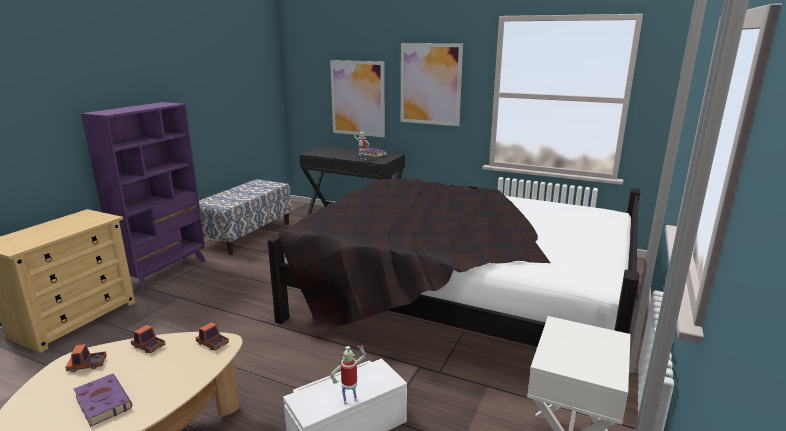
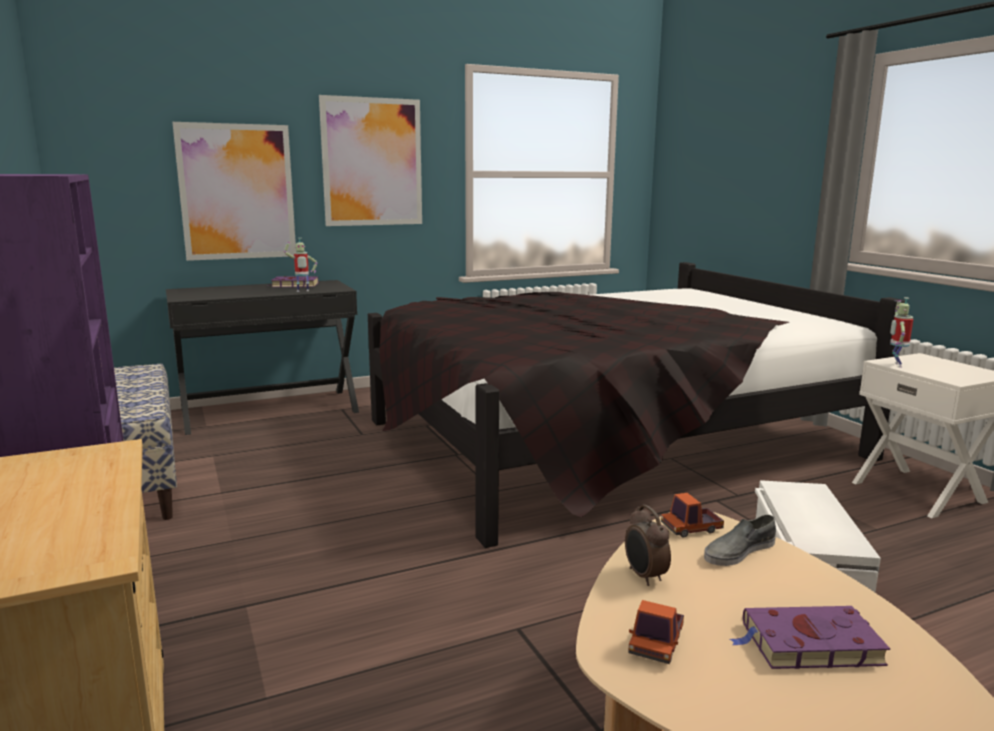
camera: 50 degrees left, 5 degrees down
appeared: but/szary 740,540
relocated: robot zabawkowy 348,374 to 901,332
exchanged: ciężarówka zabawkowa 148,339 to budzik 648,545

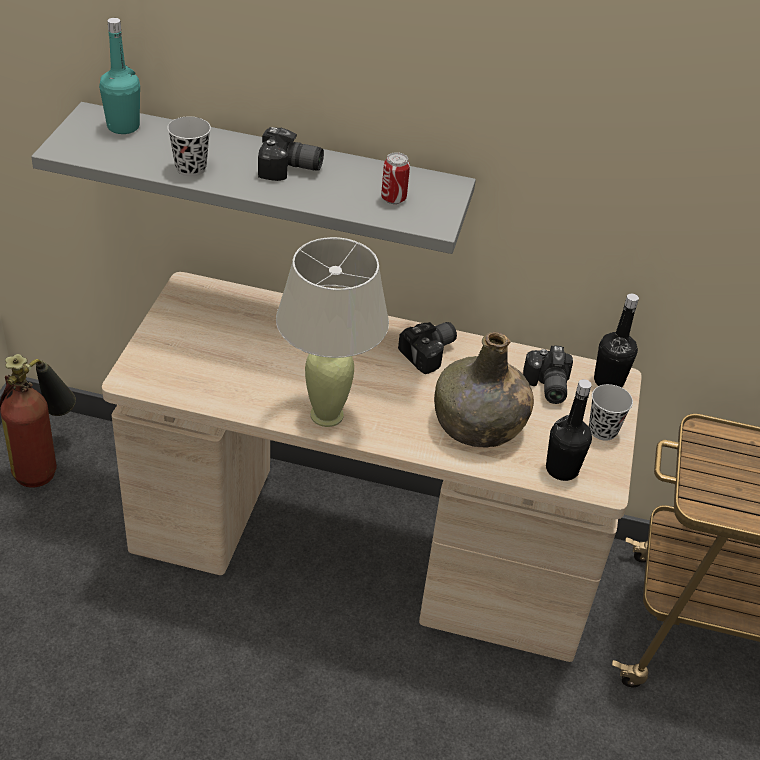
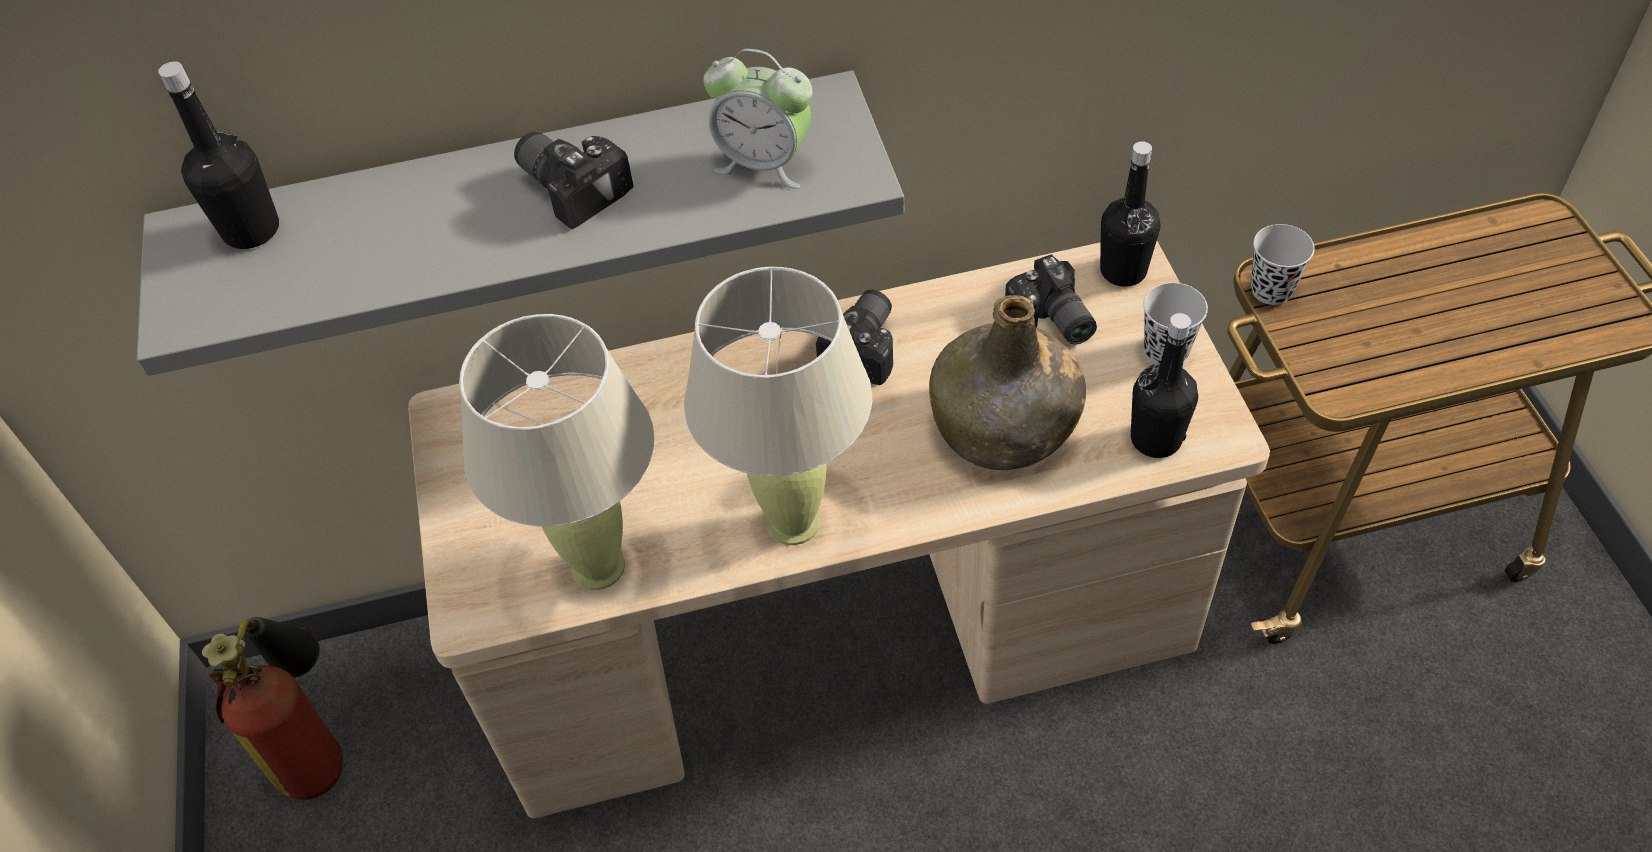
camera: 20 degrees left, 10 degrees up
appeared: lampa stołowa/beżowy 556,452
relocated: filiżanka/czarny 189,146 to 1283,264
exchanged: puszka 395,178 to budzik 757,119
colour: butelka/turkusowy 119,76 to butelka/czarny 218,155
spun: aparat fotograficzny 291,154 = 574,180 120 degrees counterclockwise

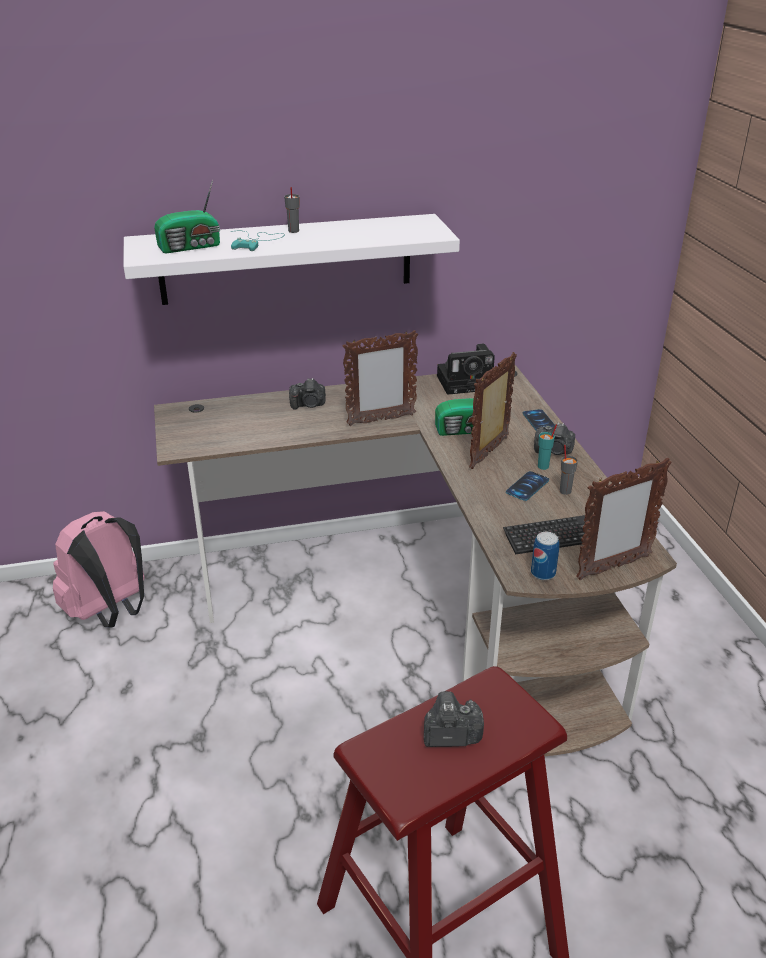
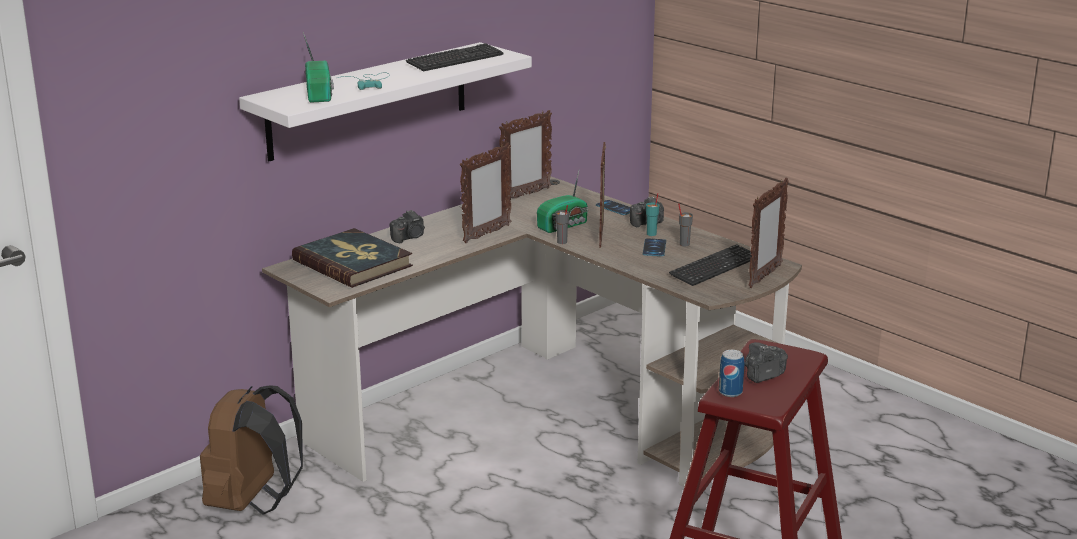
camera: 30 degrees left, 10 degrees down
appeared: książka 352,258; klawiatura 454,57
relocated: filiżanka/szary 292,210 to 562,224; puszka 545,556 to 731,373
exchanged: aparat fotograficzny 466,369 to ramka na zdjęcie 525,154
colour: plecak/różowy 99,569 to plecak/brązowy 251,449
spun: radio 187,217 = 318,67 45 degrees counterclockwise

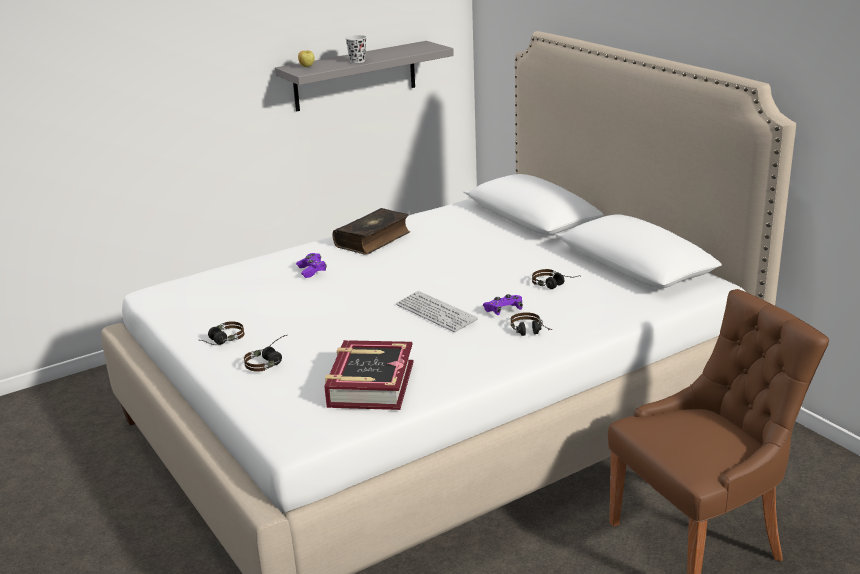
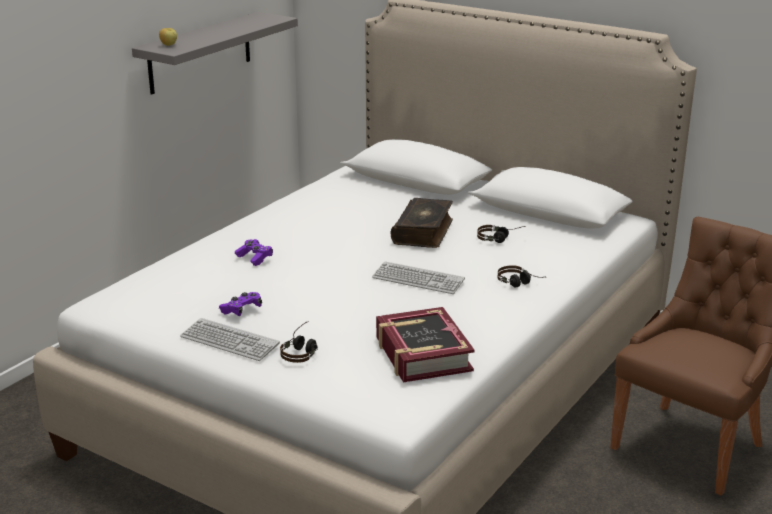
camera: 25 degrees left, 0 degrees up
missing: filiżanka/czarny 356,49
relocated: pad do gier/fioletowy 503,304 to 240,304; książka 371,231 to 422,223
exchanged: słuchawki 222,333 to klawiatura 230,339

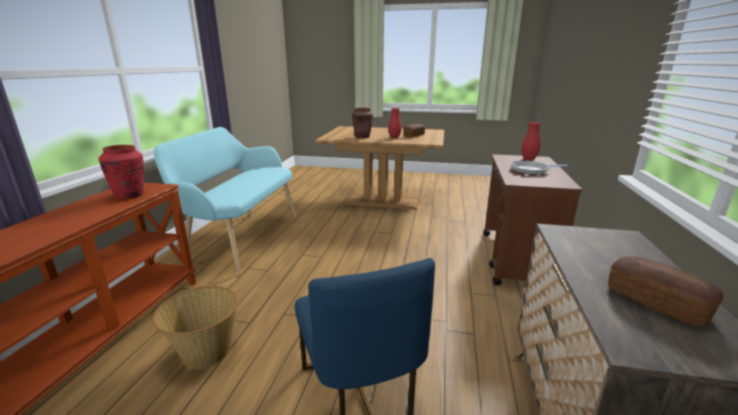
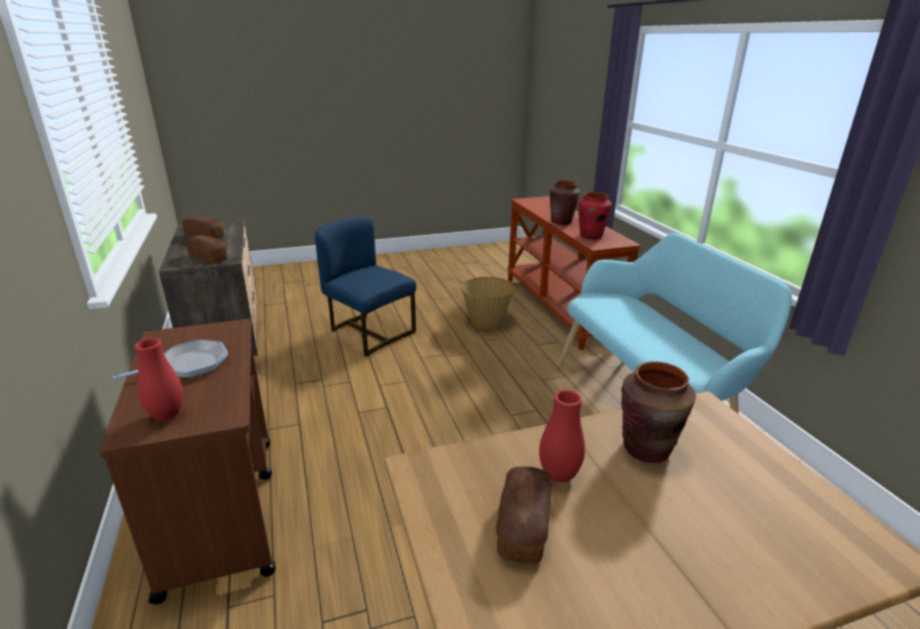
camera: 150 degrees right, 5 degrees up
appeared: chleb 207,249; wazon/brązowy 565,202

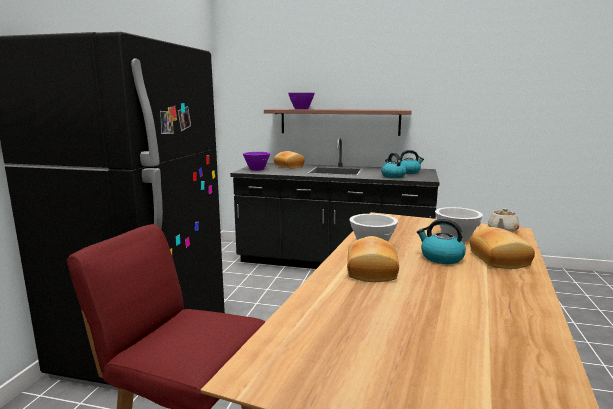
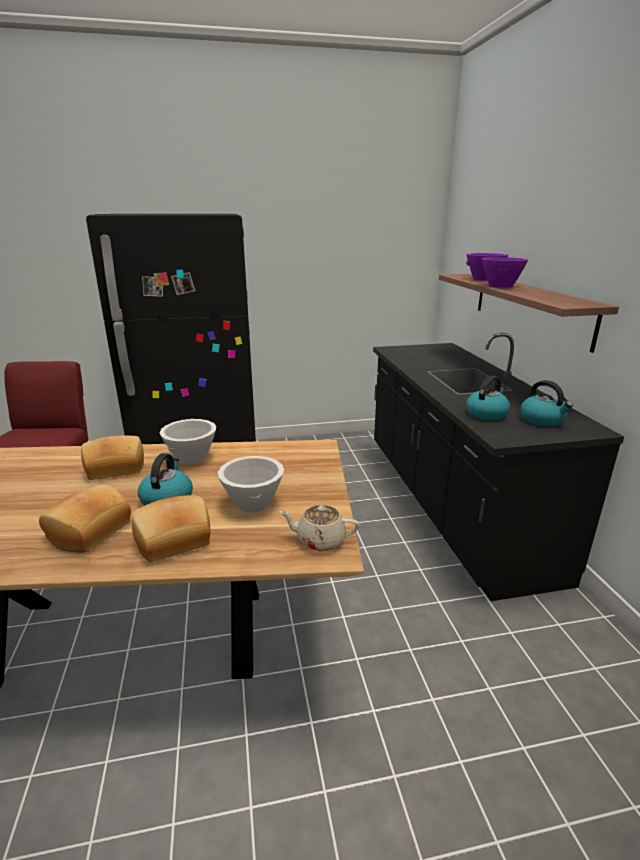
camera: 65 degrees right, 10 degrees up
relocated: chleb 289,159 to 85,518; miska/fioletowy 256,161 to 505,272

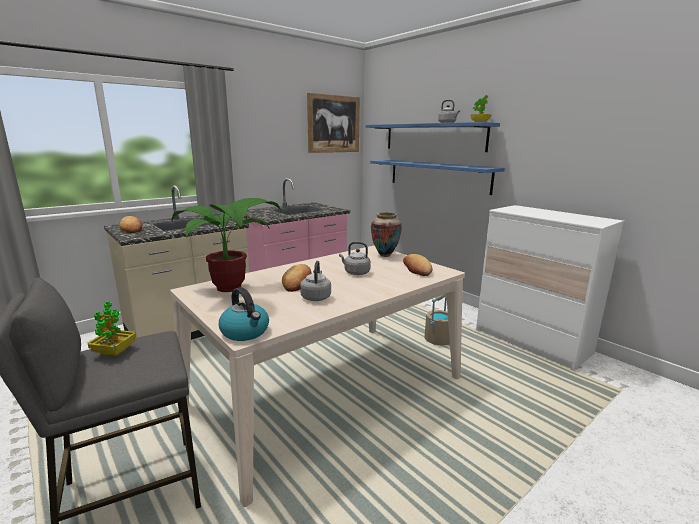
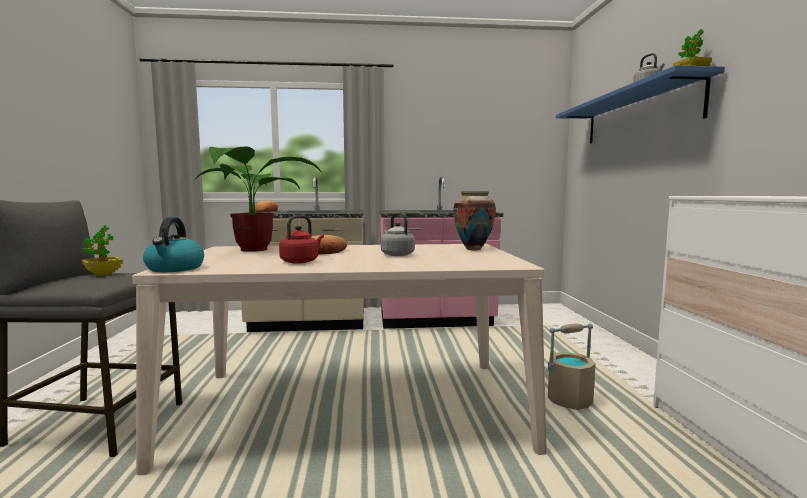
camera: 35 degrees right, 10 degrees down
missing: obraz 333,123; półka/niebieski 437,177; chleb 418,265
colour: czajnik/szary 315,281 to czajnik/czerwony 301,239

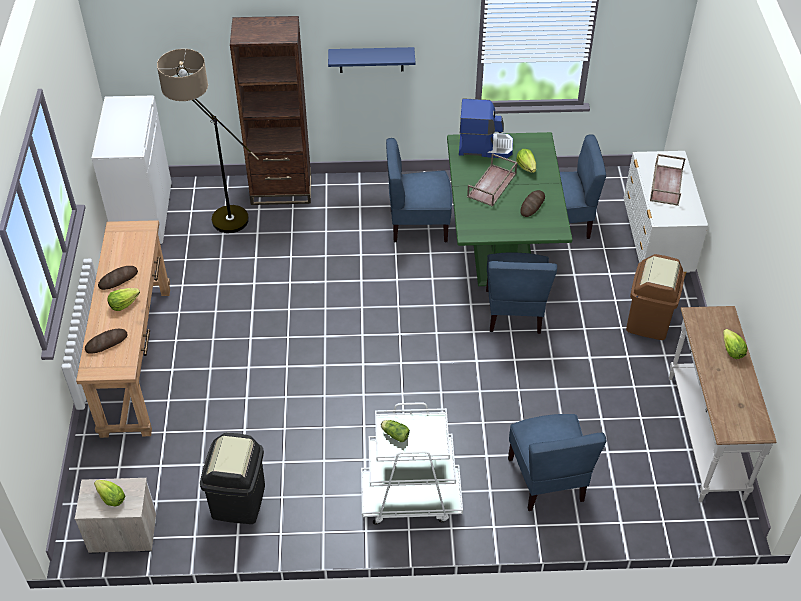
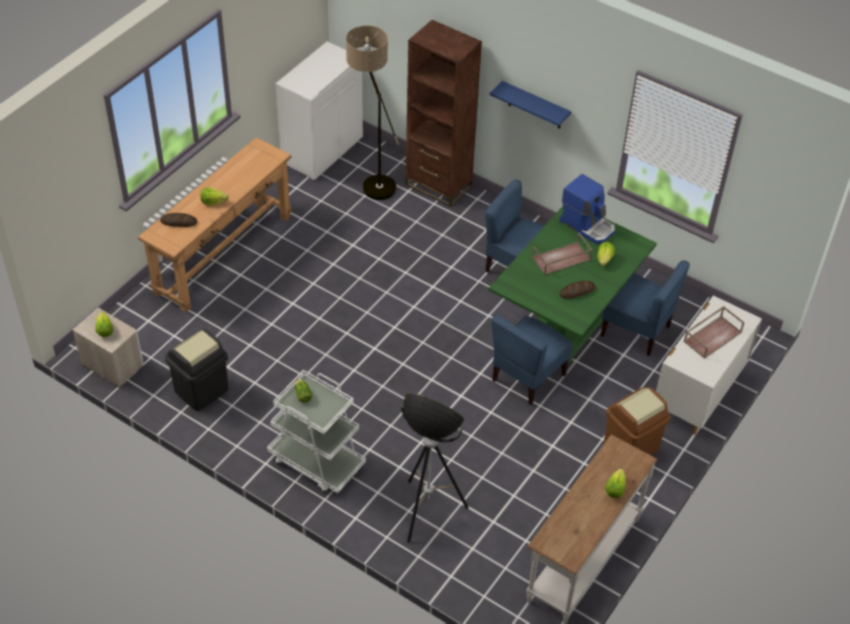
camera: 35 degrees right, 0 degrees up
missing: chleb 118,278
exchanged: krzesło/niebieski 557,462 to lampa stojąca 434,467

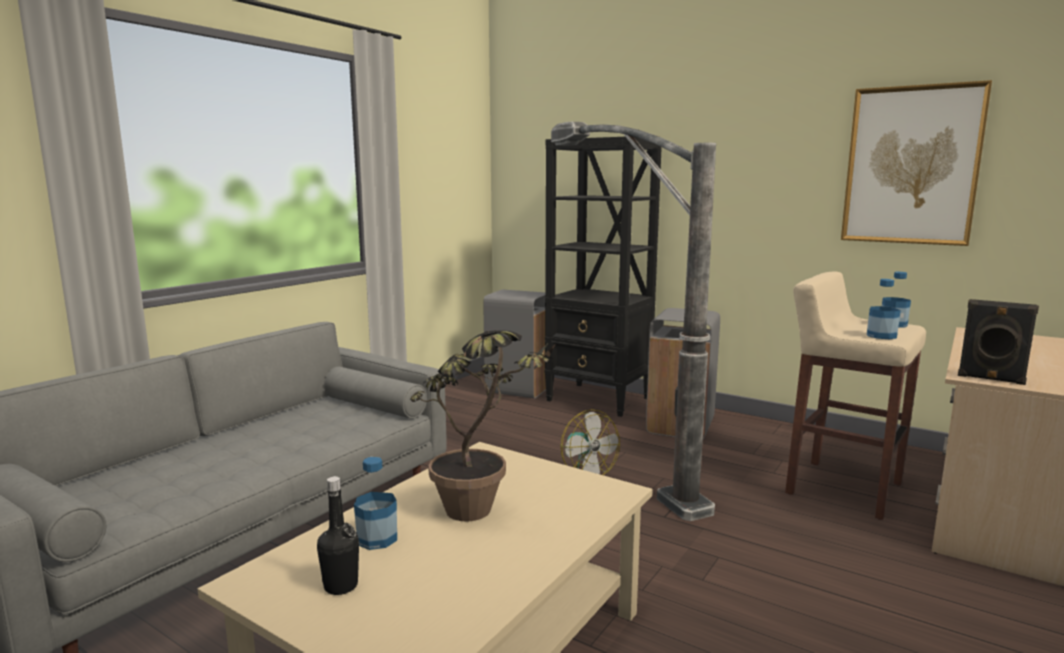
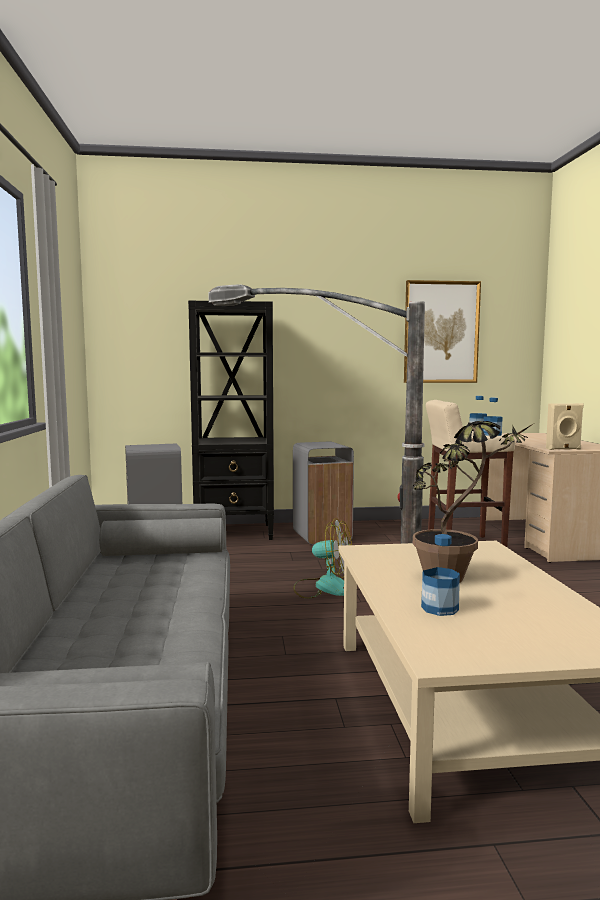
camera: 40 degrees left, 5 degrees down
missing: butelka/czarny 338,535
colour: głośnik/czarny 998,342 to głośnik/beżowy 565,426

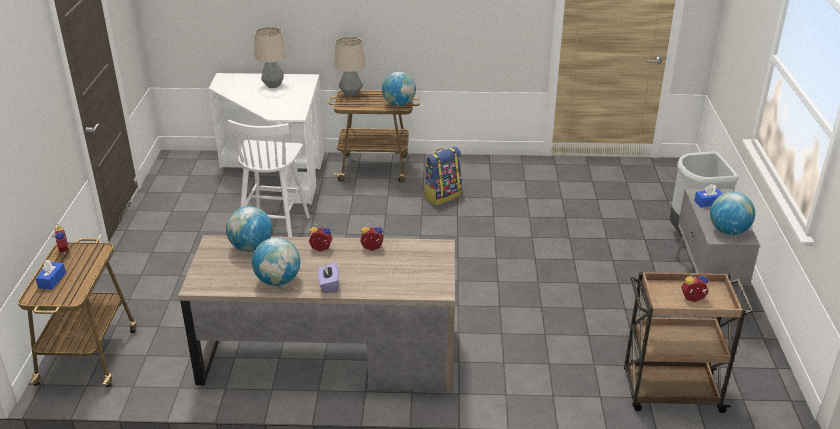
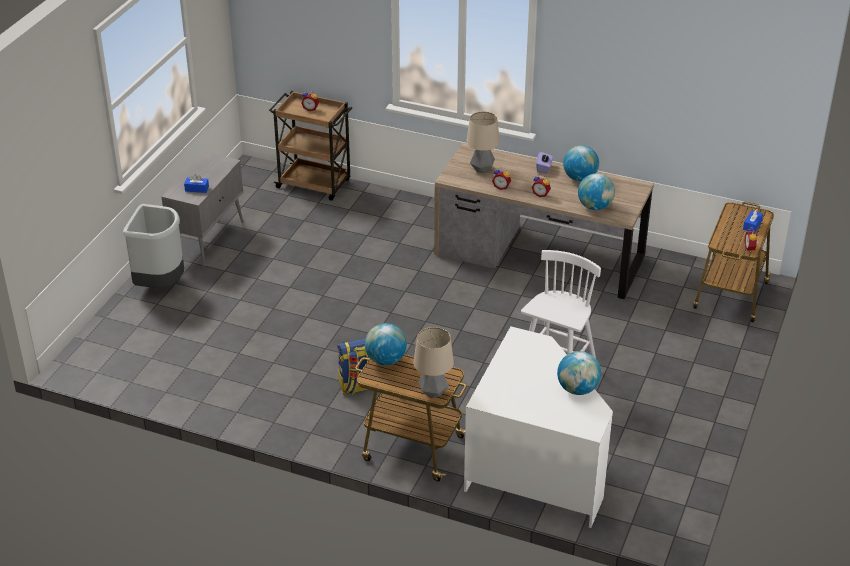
camera: 160 degrees left, 5 degrees up
relocated: lampa stołowa 270,57 to 483,142; globus 732,213 to 579,373

